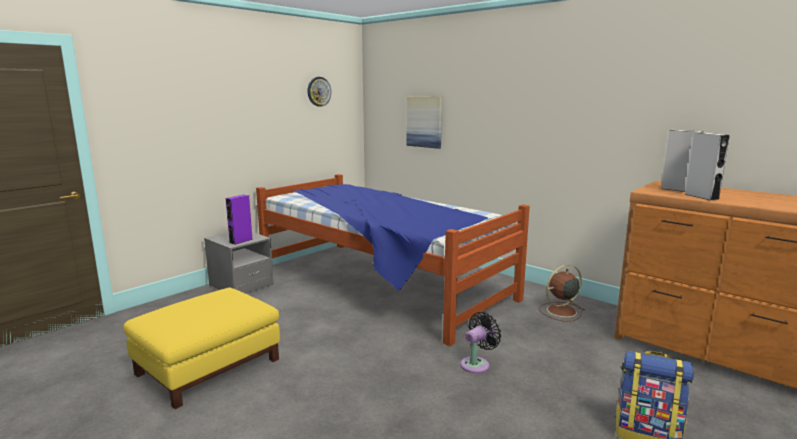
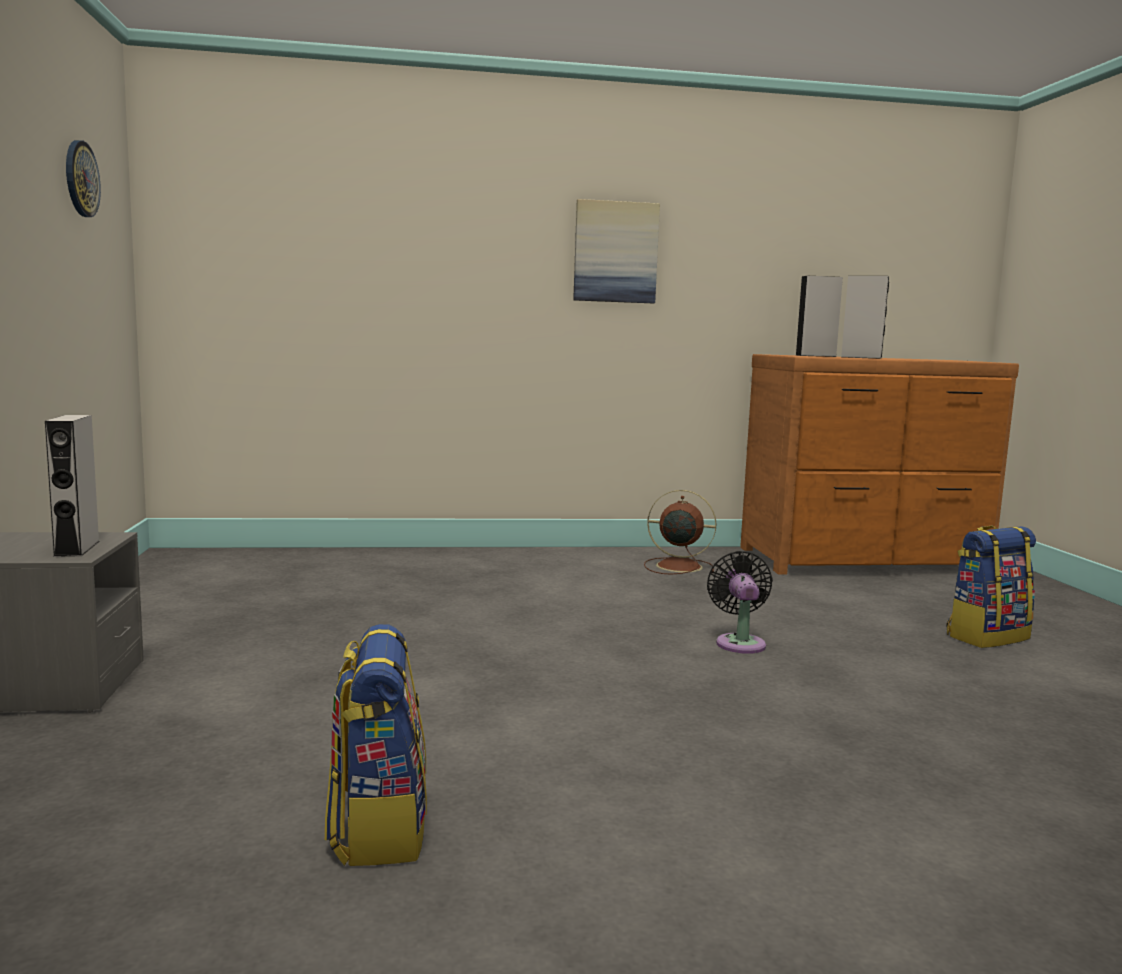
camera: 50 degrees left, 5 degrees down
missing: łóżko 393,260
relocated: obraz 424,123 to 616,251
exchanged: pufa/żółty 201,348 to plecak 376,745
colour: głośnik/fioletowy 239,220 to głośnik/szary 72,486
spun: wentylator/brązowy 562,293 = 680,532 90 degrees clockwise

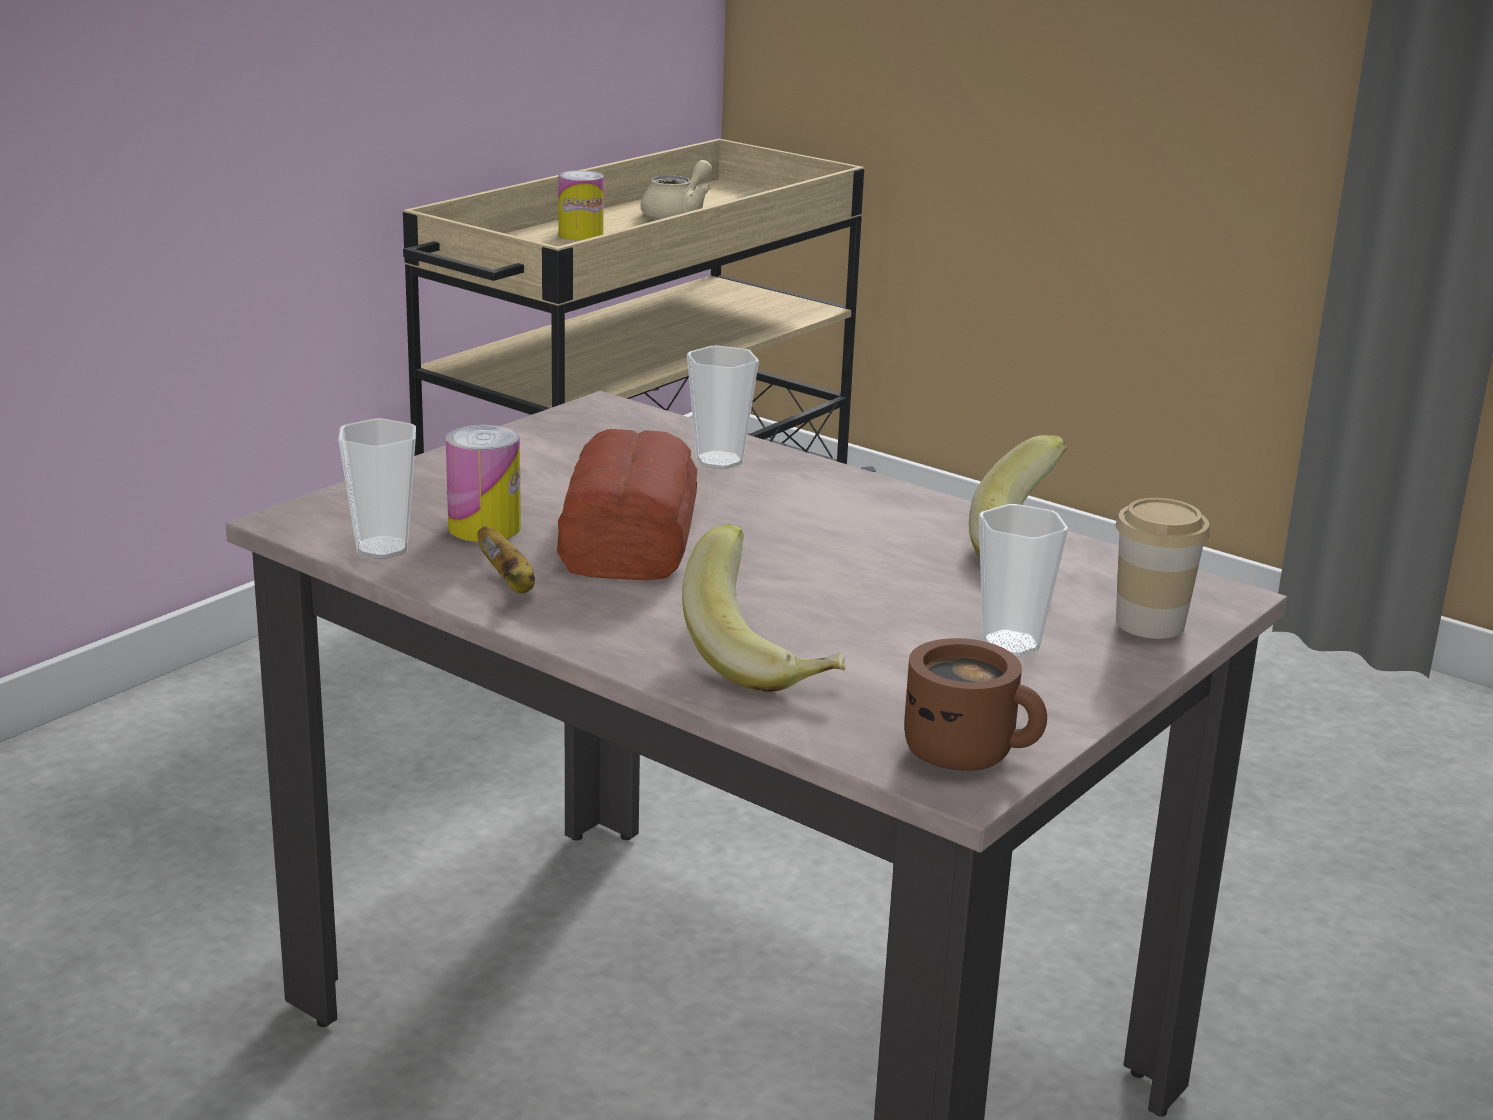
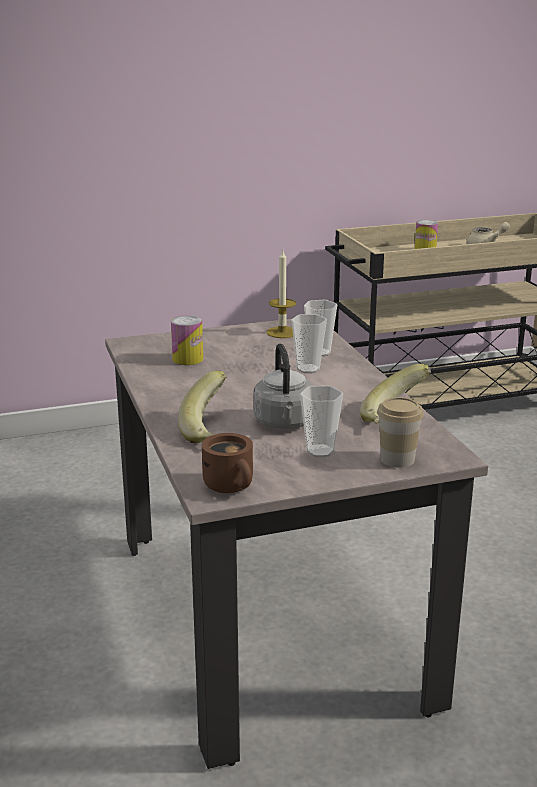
camera: 35 degrees right, 0 degrees up
missing: banan 506,560; chleb 627,504
appeared: czajnik/szary 283,386; świeca 281,294
relocated: filiżanka 377,488 to 309,343

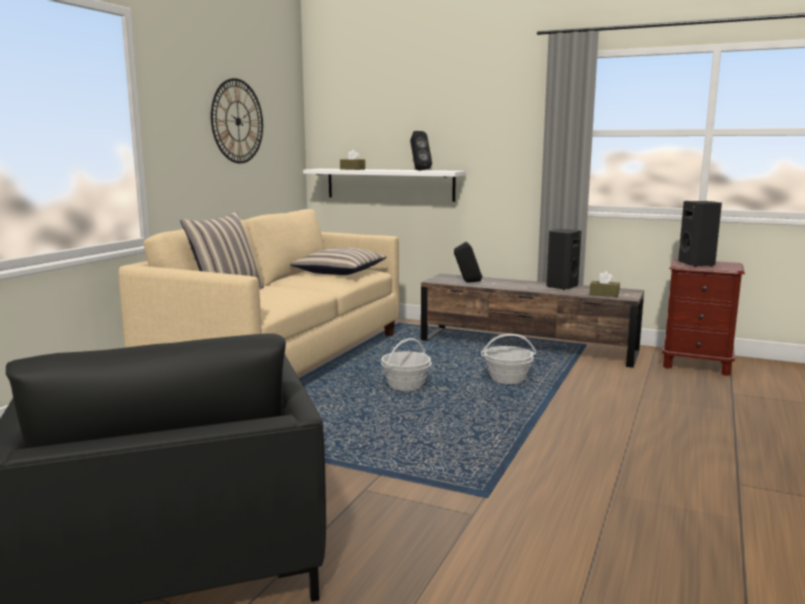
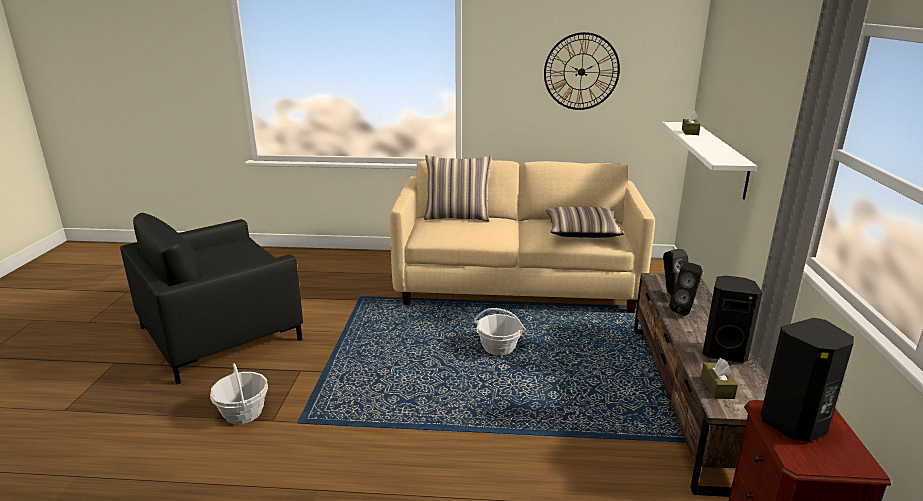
camera: 70 degrees right, 10 degrees up
relocated: koszyk 509,359 to 239,393; głośnik/czarny 421,151 to 686,289

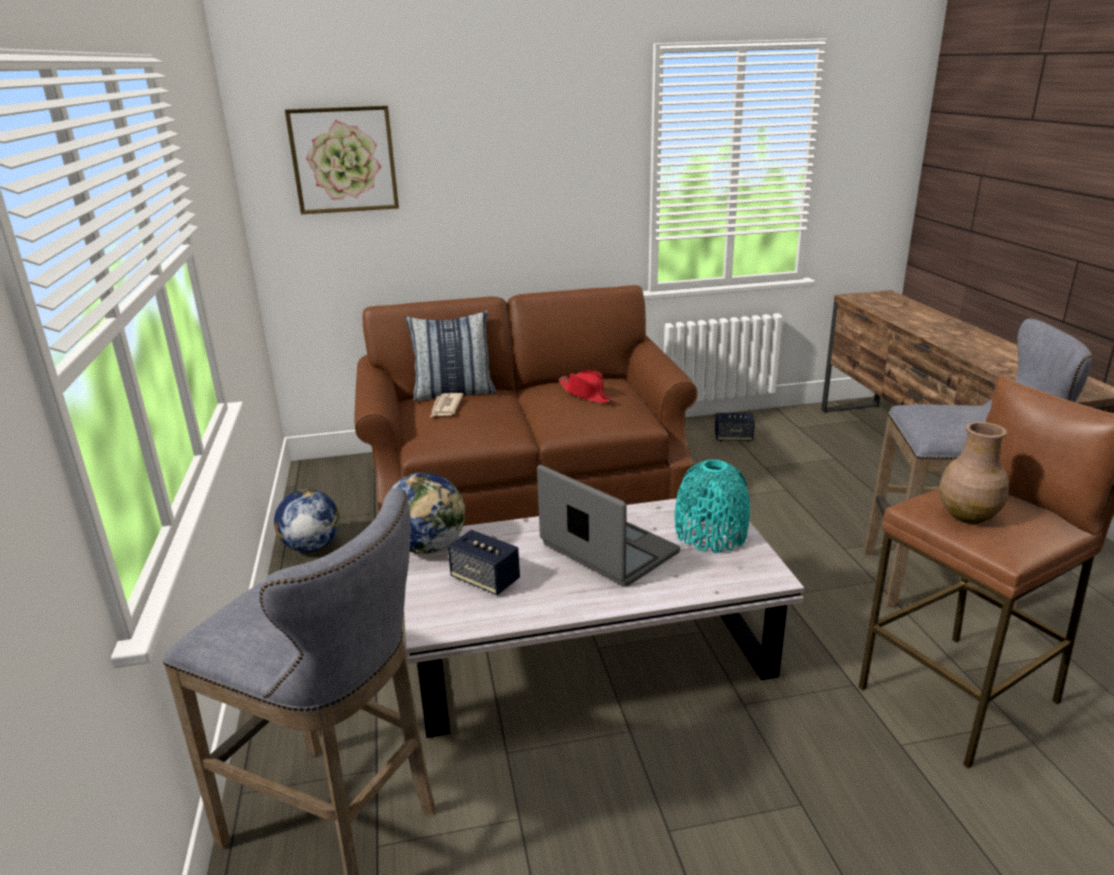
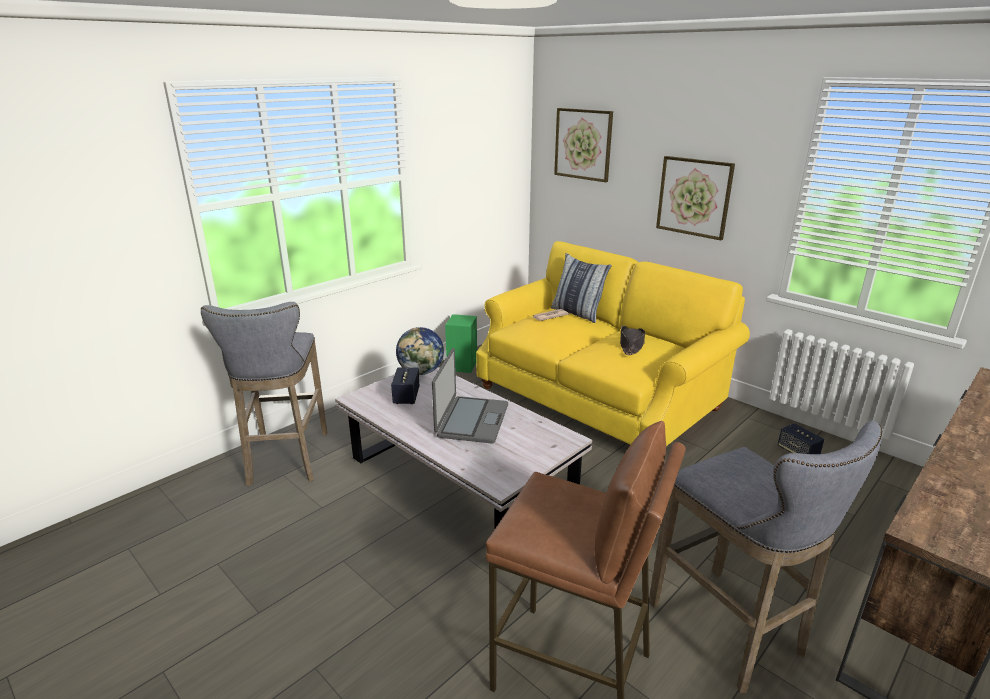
camera: 55 degrees right, 0 degrees up
missing: wazon/turkusowy 712,506; wazon/brązowy 974,473
appeared: obraz 695,198
exchanged: globus 307,520 to głośnik/zielony 461,343
colour: kanapa/brązowy 526,405 to kanapa/żółty 613,343; kapelusz/czerwony 586,386 to kapelusz/czarny 632,340

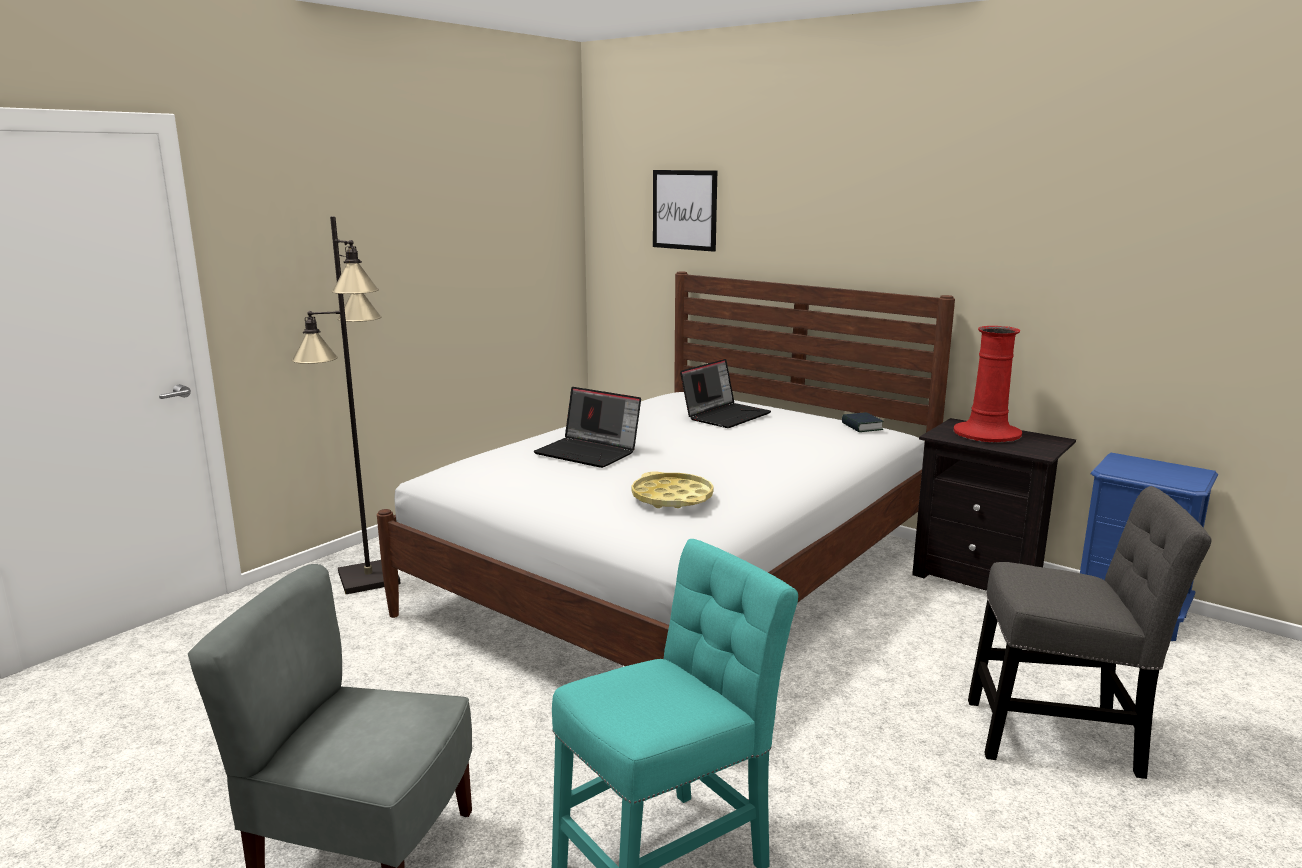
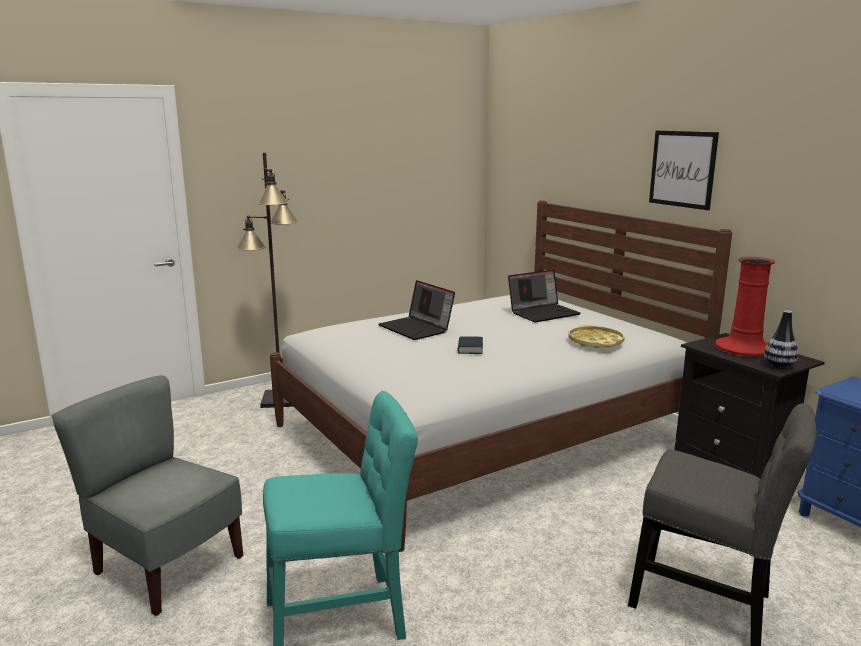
camera: 20 degrees right, 0 degrees up
appeared: wazon 781,339
relocated: książka 863,422 to 470,345; taca/żółty 672,490 to 596,336; obraz 685,211 to 684,170

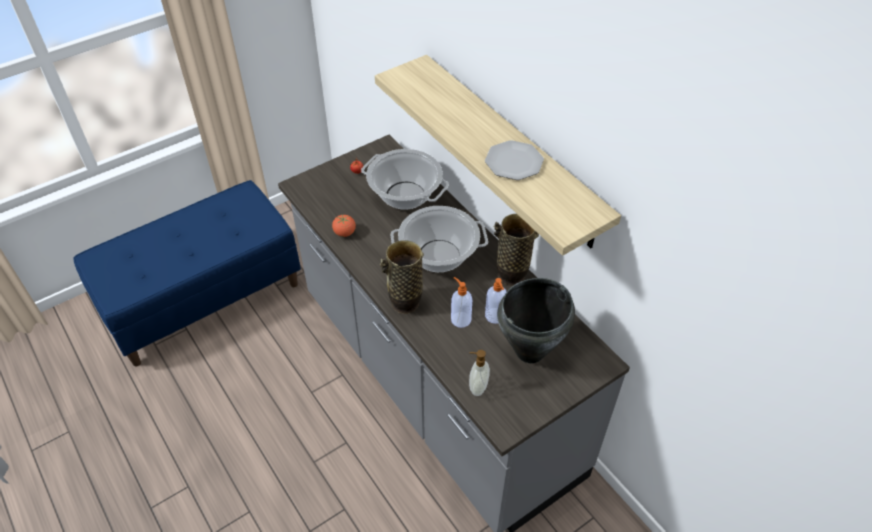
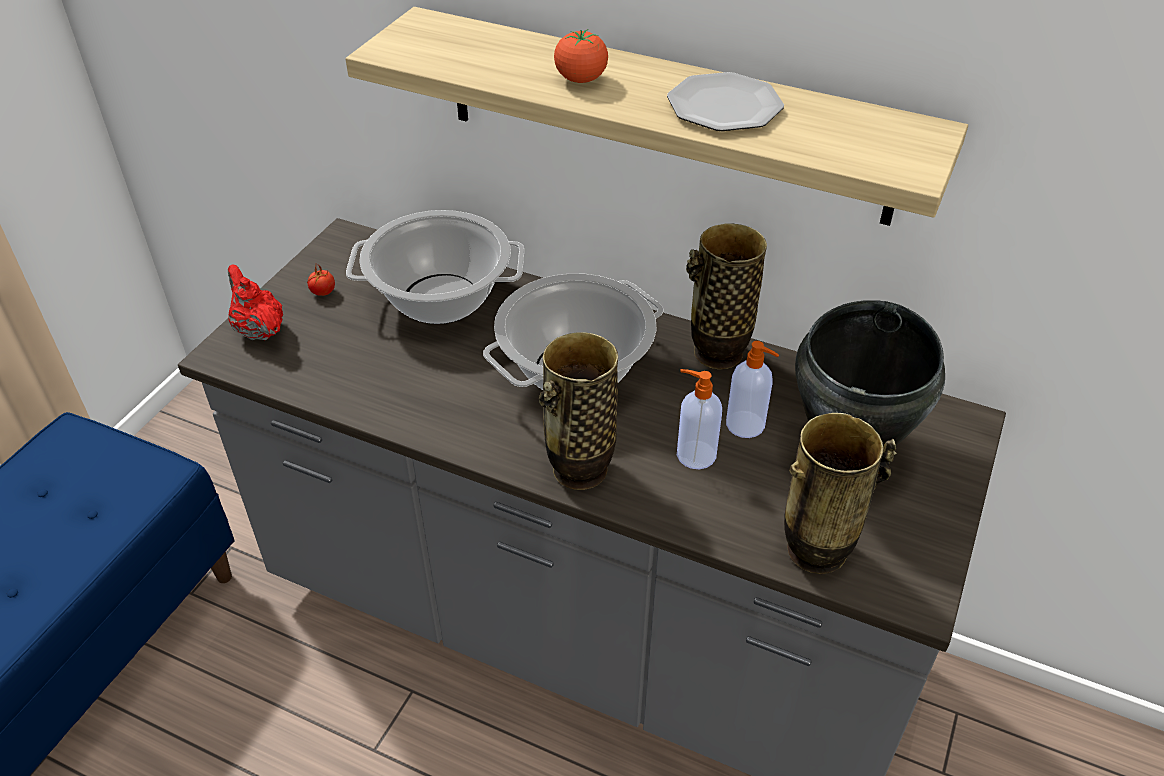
camera: 30 degrees left, 5 degrees down
appeared: imbryk/czerwony 255,302
relocated: pomidor 344,225 to 581,56
exchanged: dozownik mydła 479,373 to wazon 840,493

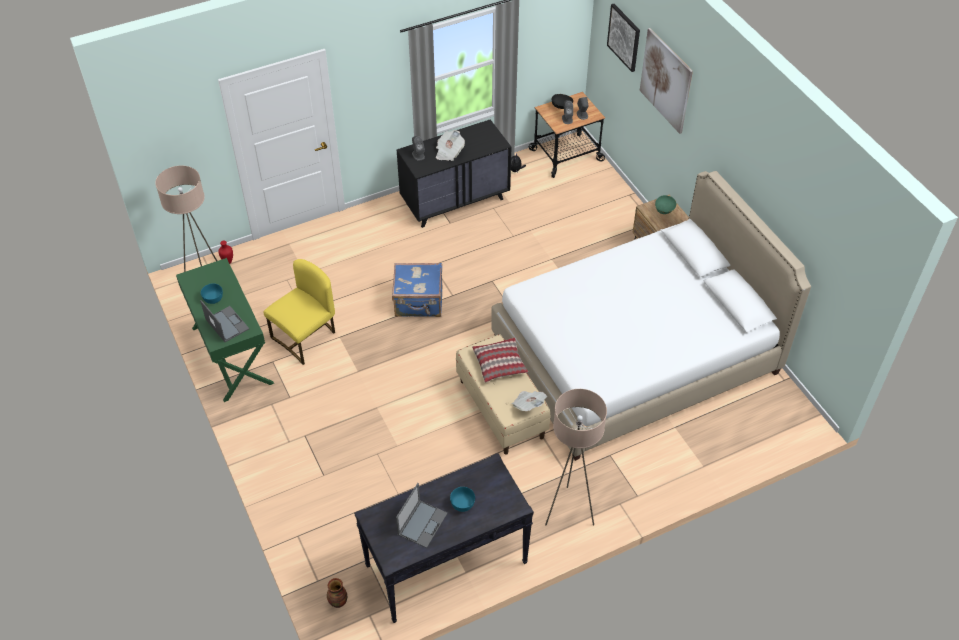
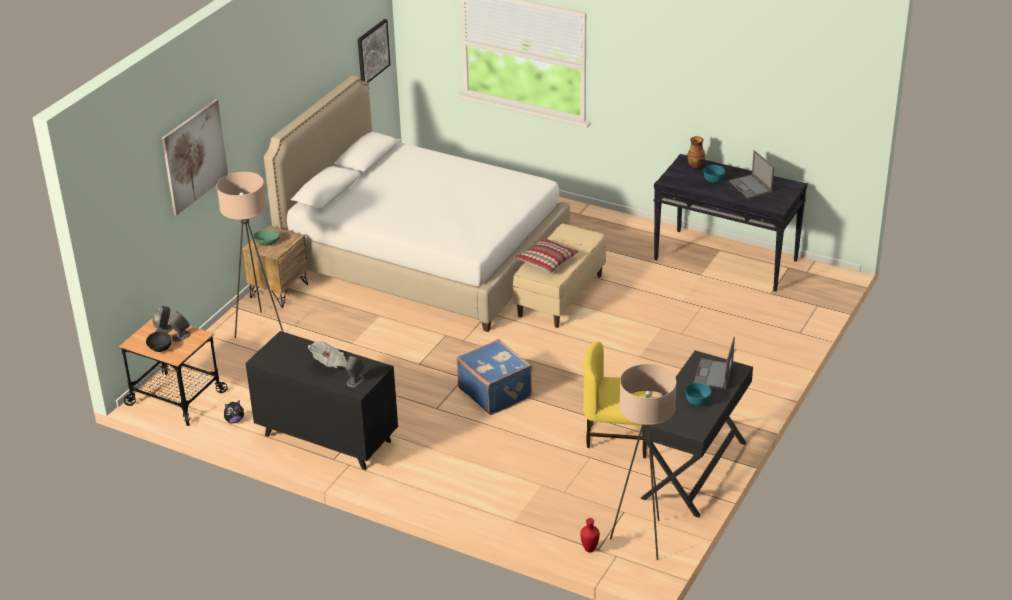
camera: 125 degrees left, 15 degrees down
missing: gazeta 529,401
relocated: lampa stojąca/beżowy 576,457 to 250,255; obraz 623,38 to 374,51; wazon 337,593 to 696,152
colour: biurko/zielony 225,330 to biurko/czarny 696,434
spun: laptop 421,515 = 751,174 105 degrees counterclockwise

